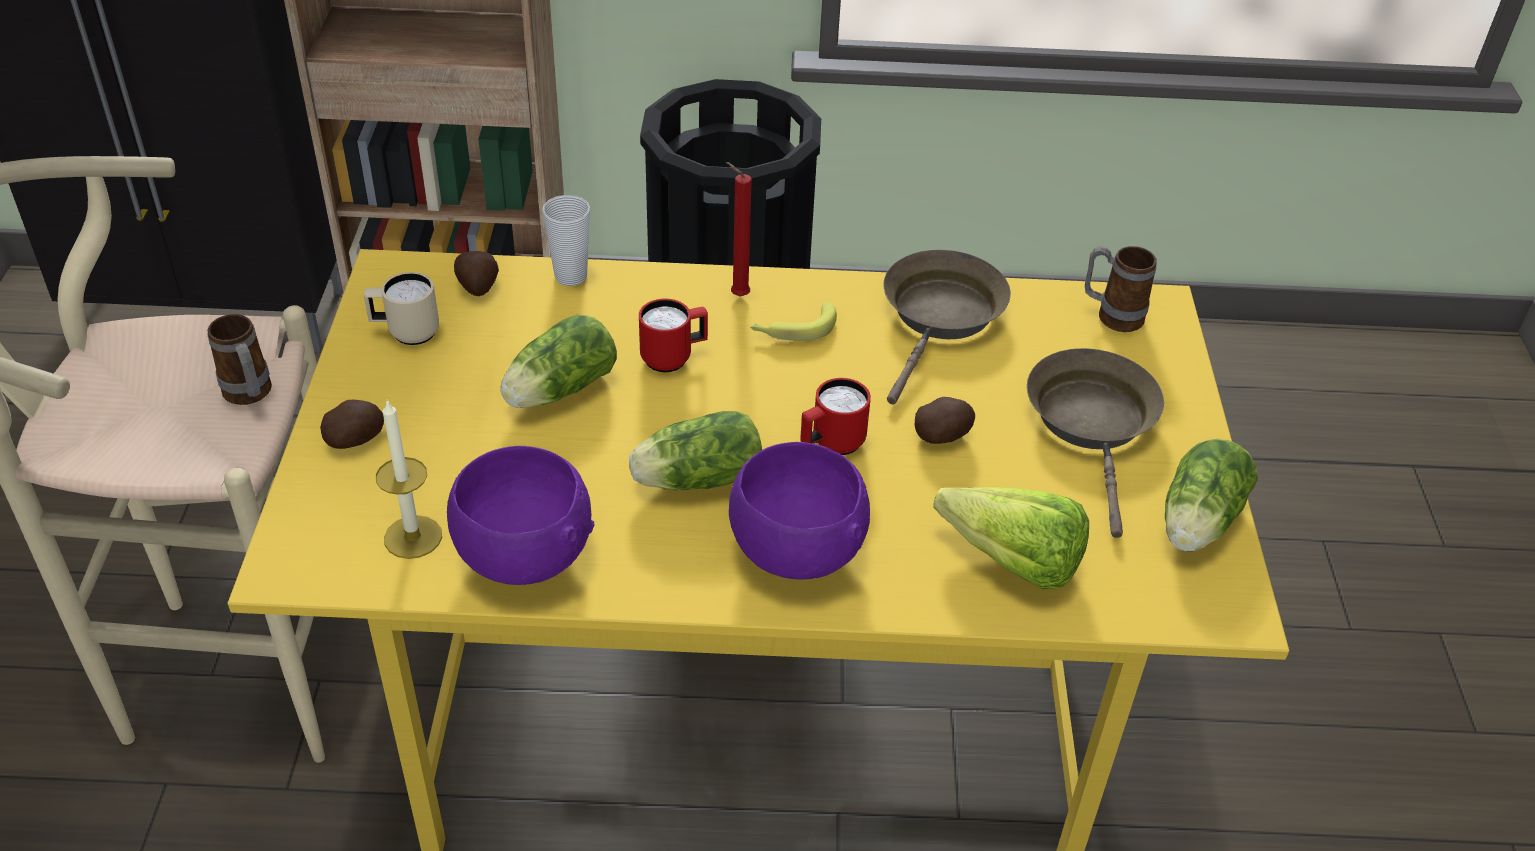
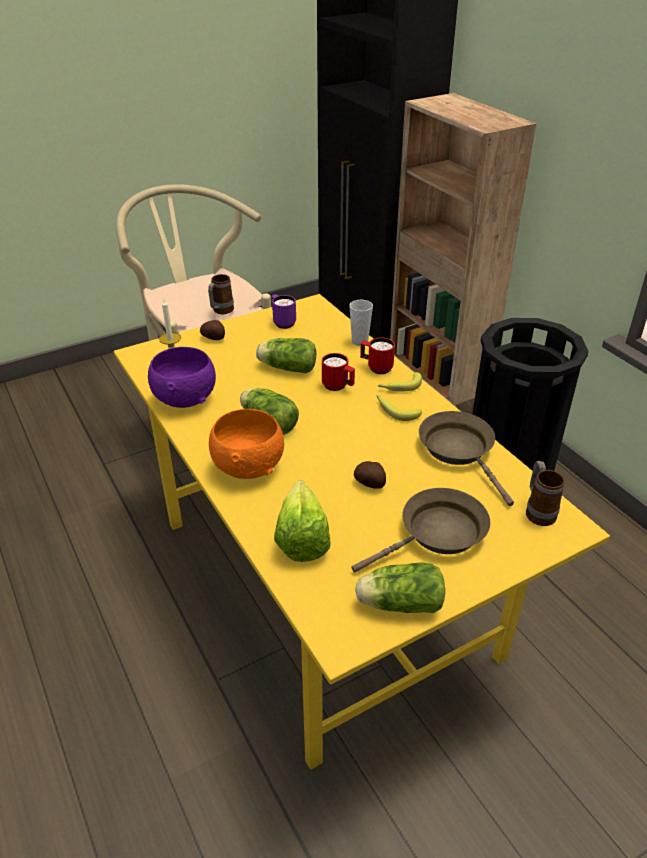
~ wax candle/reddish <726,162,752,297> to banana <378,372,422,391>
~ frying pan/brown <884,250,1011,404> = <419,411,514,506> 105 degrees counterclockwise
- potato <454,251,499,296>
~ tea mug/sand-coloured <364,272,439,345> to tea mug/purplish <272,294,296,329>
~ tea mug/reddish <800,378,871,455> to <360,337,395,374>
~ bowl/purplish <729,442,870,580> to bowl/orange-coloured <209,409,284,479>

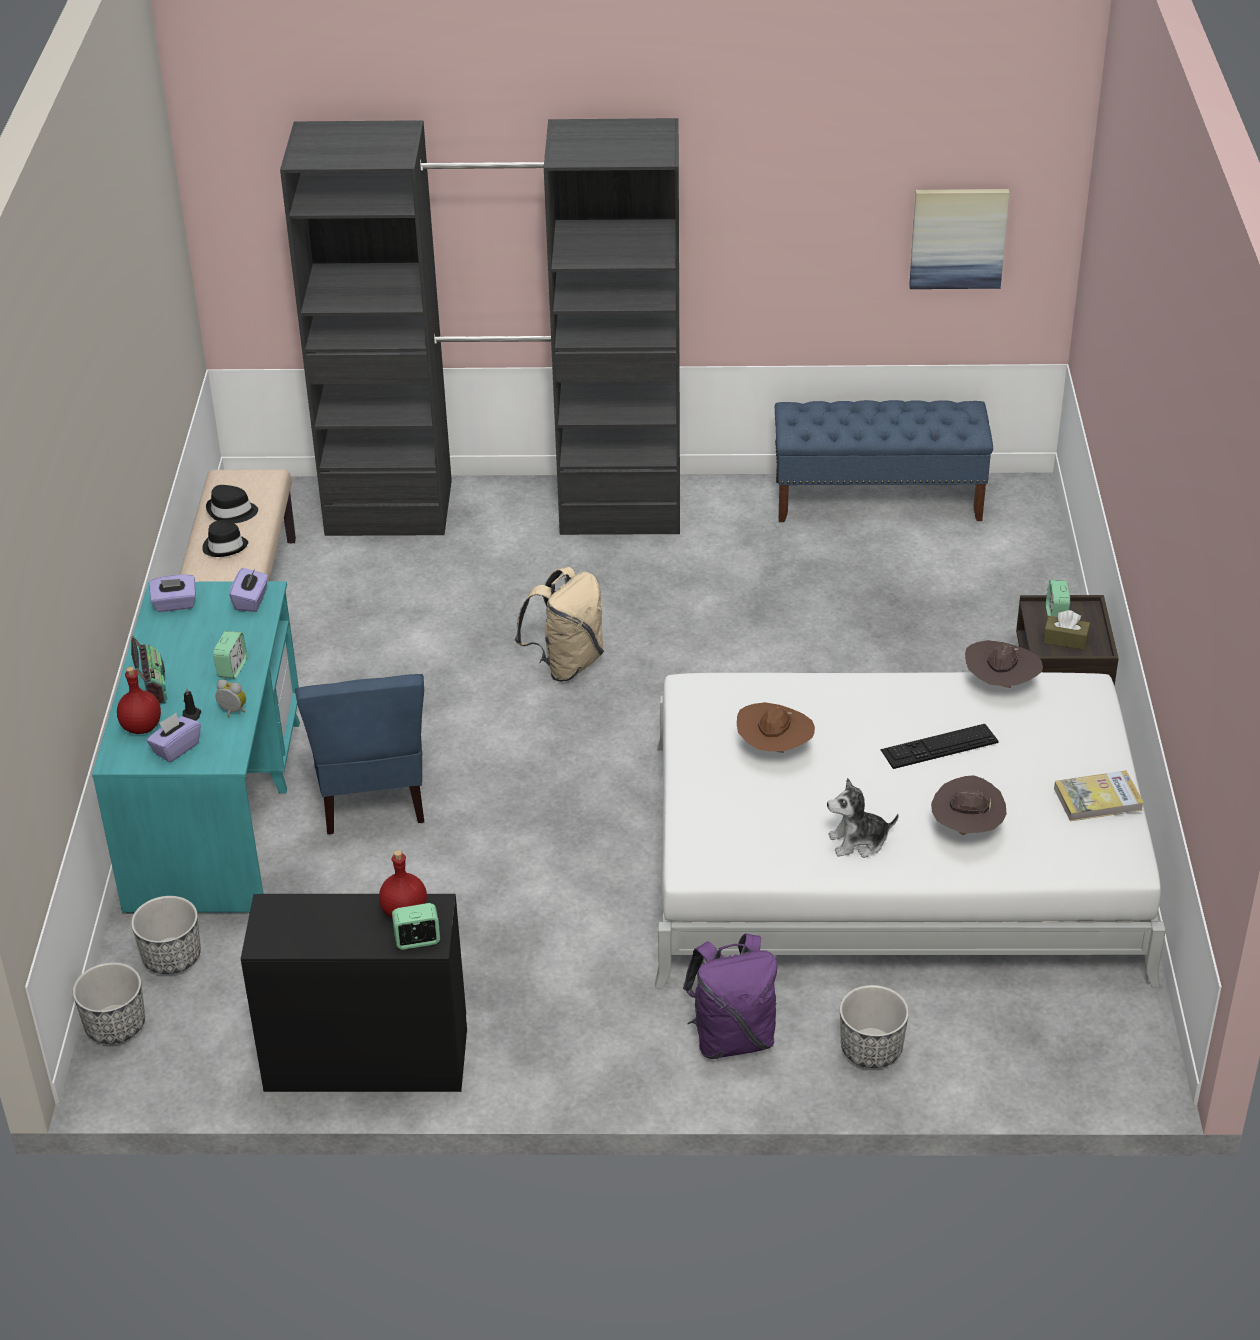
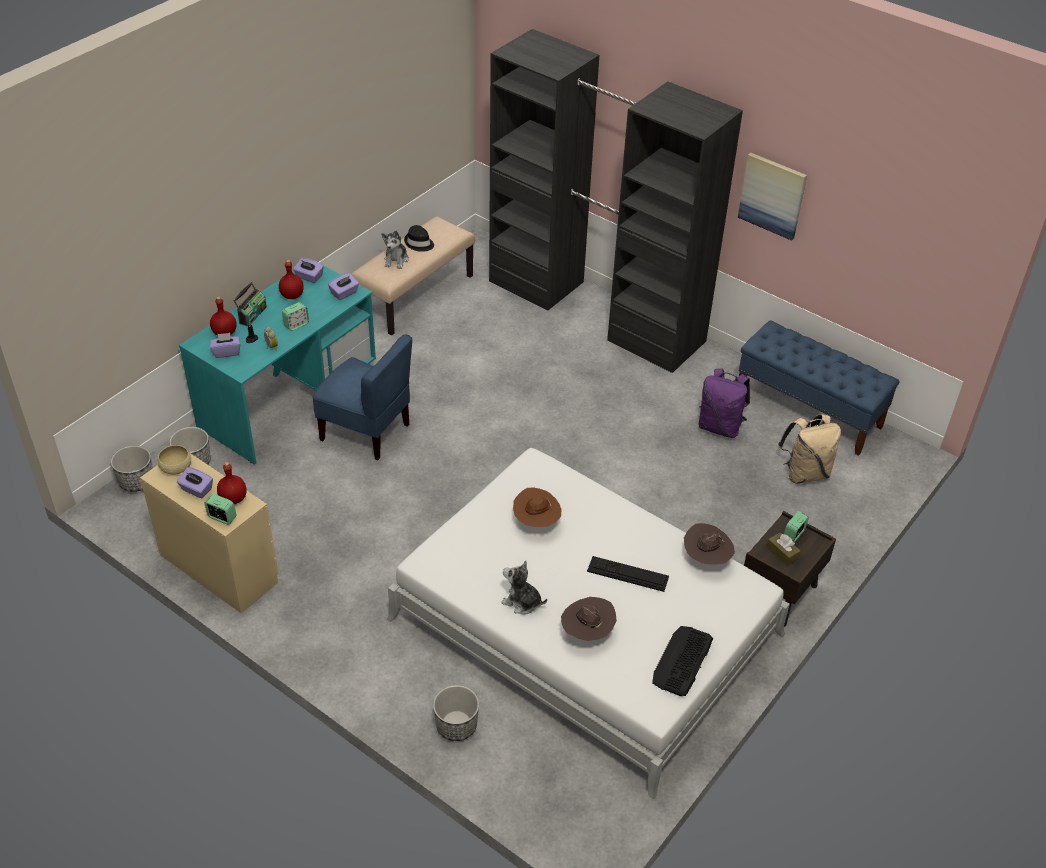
~ picture <909,189,1010,289> to <738,153,807,241>
~ clothing hat/blackish <202,520,248,557> to plush toy <381,230,409,269>
~ rucksack/sand-coloured <514,567,604,682> to <778,414,841,484>
~ plain chair/blue <295,674,424,834> = <312,334,412,460> 90 degrees counterclockwise
~ volume <1054,771,1144,821> to computer keyboard <652,626,713,696>
~ chest of drawers/blackish <241,894,467,1092> to chest of drawers/sand-coloured <140,453,279,613>
~ rucksack/purplish <683,933,777,1059> to <699,368,750,438>
+ beverage bottle/reddish <279,260,304,299>
+ bowl/sand-coloured <158,445,191,475>
+ tissue holder/purplish <177,467,213,498>

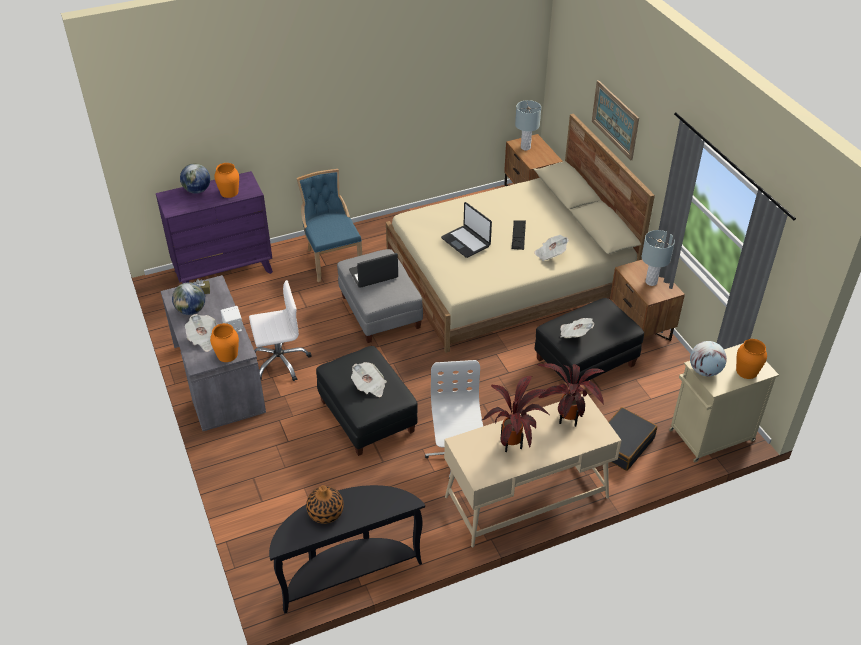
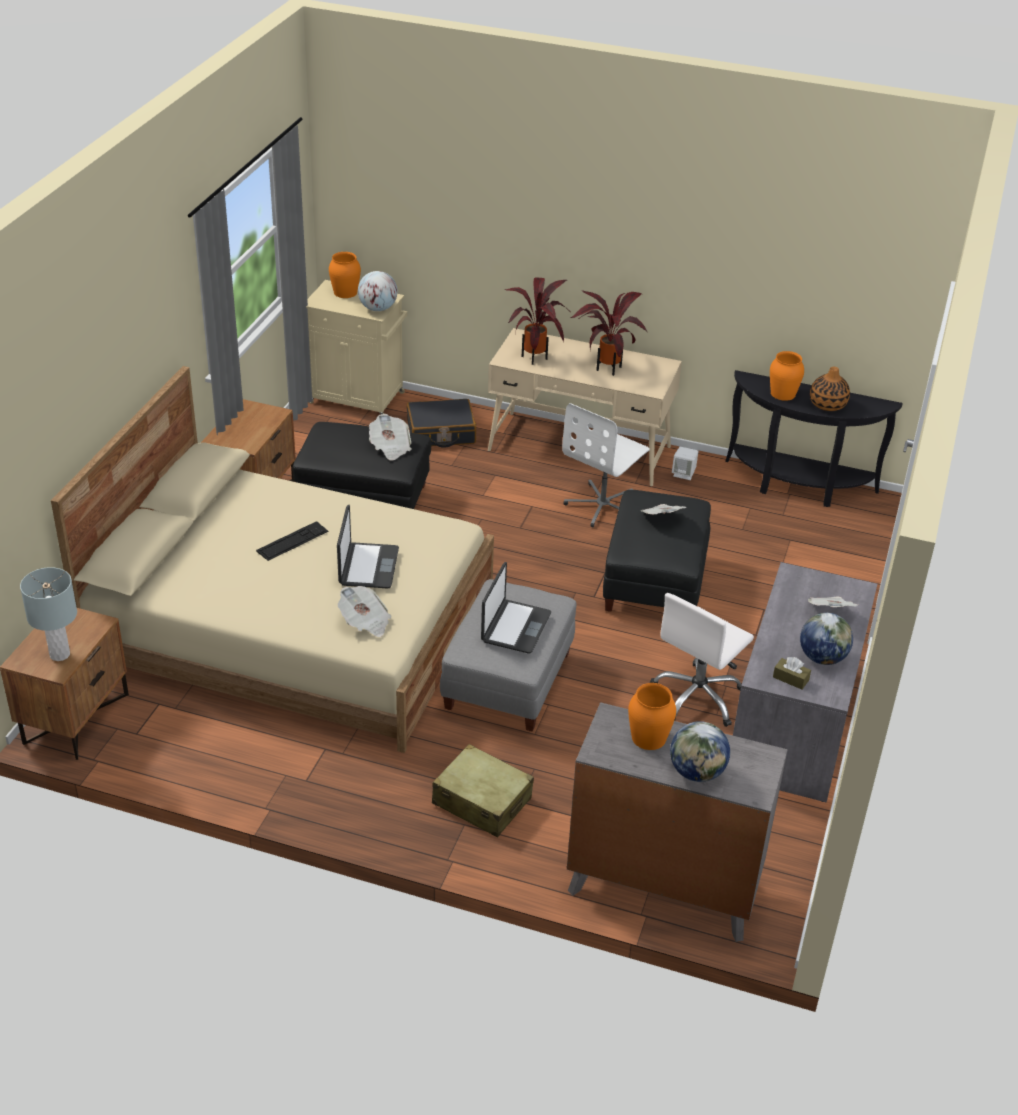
- picture <592,80,639,160>
~ plain chair/blue <297,169,362,282> to piece of luggage/sand-coloured <432,744,534,838>
~ chest of drawers/purplish <156,171,273,284> to chest of drawers/grey <567,702,788,942>
- tabletop lamp/grey <642,230,675,286>
~ daily paper <534,235,569,261> to <338,586,391,637>
~ notebook computer <349,253,398,288> = <481,562,551,654> 90 degrees counterclockwise
~ computer chair/whitish <249,280,311,381> = <649,593,754,727> 75 degrees counterclockwise
~ audio speaker/whitish <221,306,243,333> to <672,447,699,480>
~ vase/orange-coloured <210,323,239,362> to <770,351,804,401>

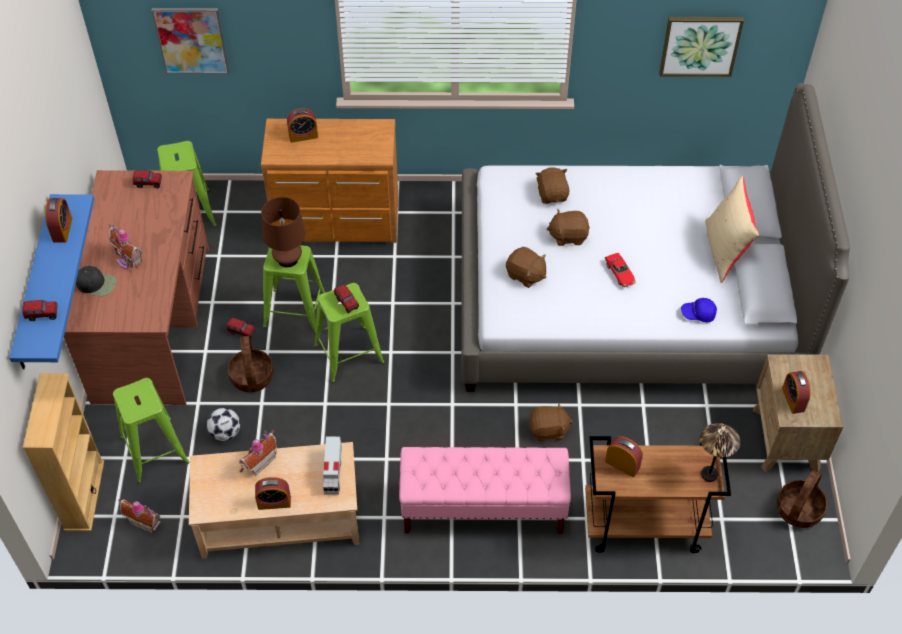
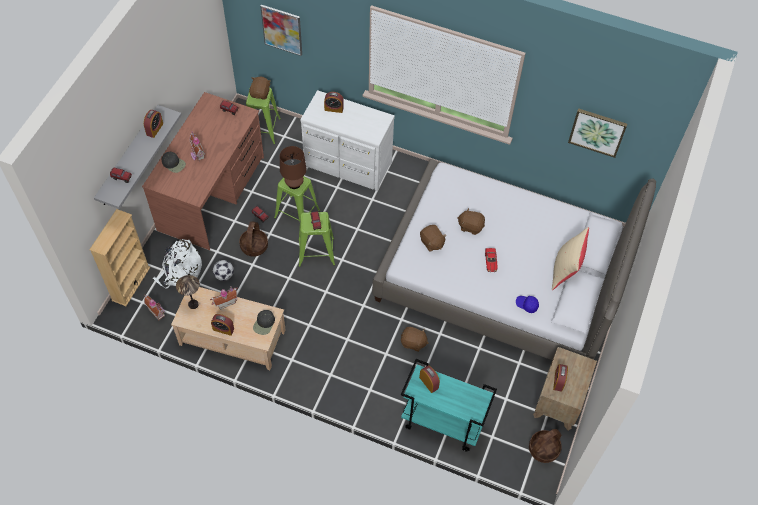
~ chest of drawers/brown <261,119,399,243> to chest of drawers/whitish <300,90,395,191>
~ plush toy/brown <535,168,569,204> to <249,77,271,100>
~ bracket shelf/blue <9,194,94,369> to bracket shelf/grey <94,105,182,209>
~ stool seat/green-coloured <113,378,190,483> to rucksack/whitish <153,239,202,288>
~ tabletop lamp <700,423,740,482> to <176,275,200,309>
~ cart/brown <585,436,731,553> to cart/turquoise <401,359,497,452>
~ toy lorry <323,437,342,494> to cap/blackish <253,310,275,335>
- bench/pink <399,447,571,534>

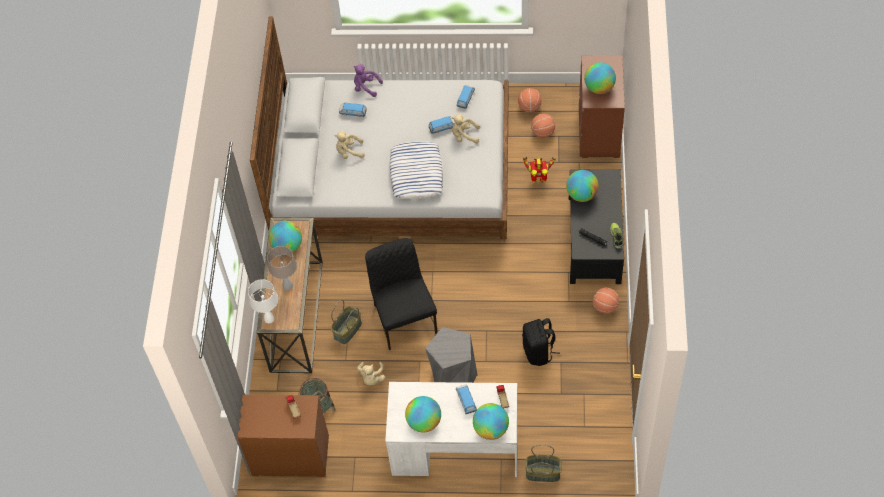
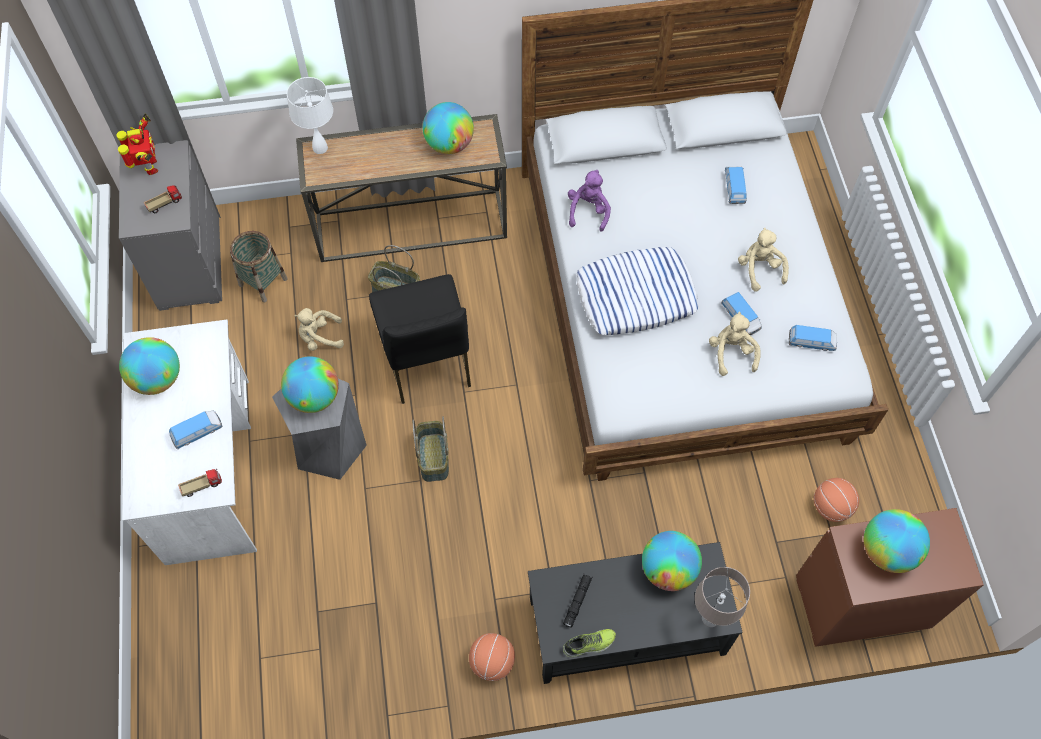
~ plush toy/purplish <354,64,383,97> to <568,170,611,232>
- basketball <518,88,542,112>
~ plush toy/sand-coloured <335,131,365,159> to <738,227,789,292>
~ robot figure <523,157,556,183> to <116,113,158,175>
~ plain chair/blackish <365,238,438,350> = <369,274,471,404> 105 degrees clockwise
~ tabletop lamp/sand-coloured <267,246,297,290> to <695,567,750,627>
- rucksack/blackish <522,318,560,366>
~ chest of drawers/brown <237,395,329,477> to chest of drawers/grey <119,140,222,311>
~ world globe <473,403,509,440> to <281,356,339,413>
~ storage basket <525,445,561,482> to <413,416,449,482>

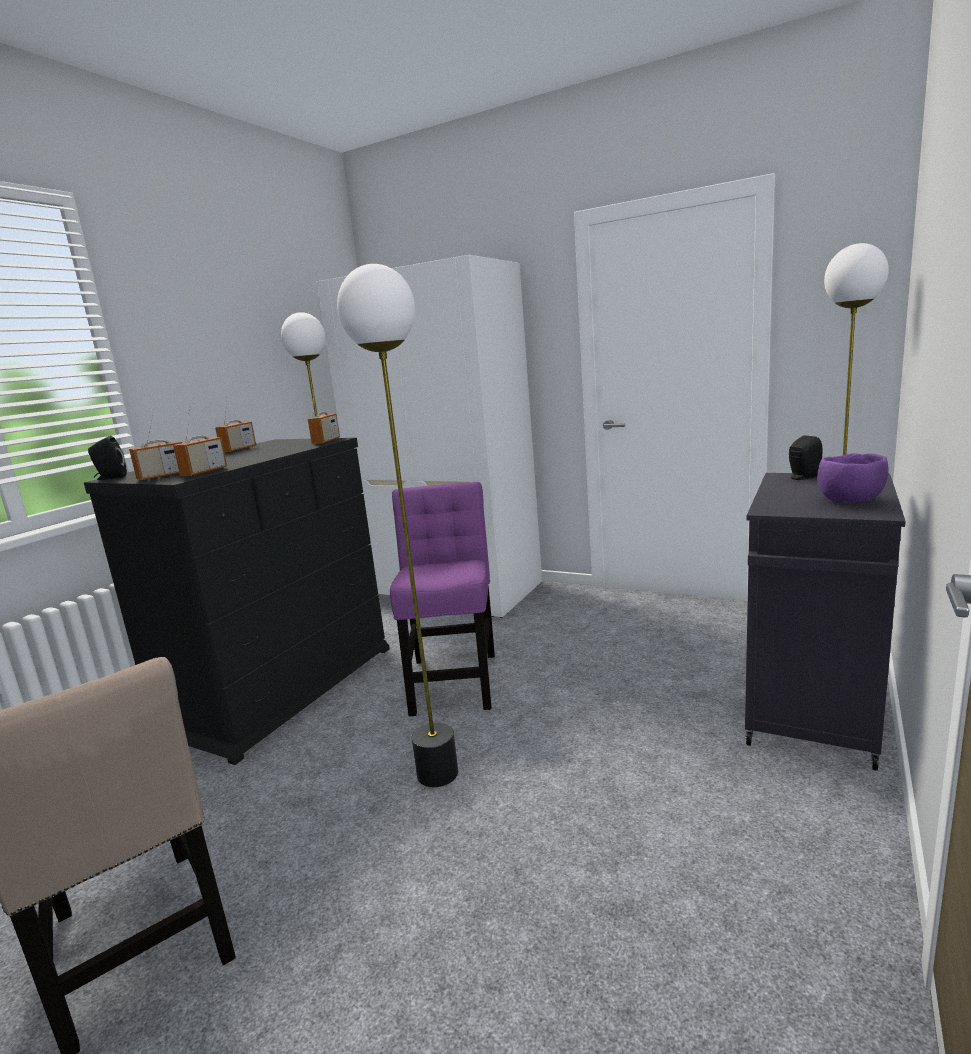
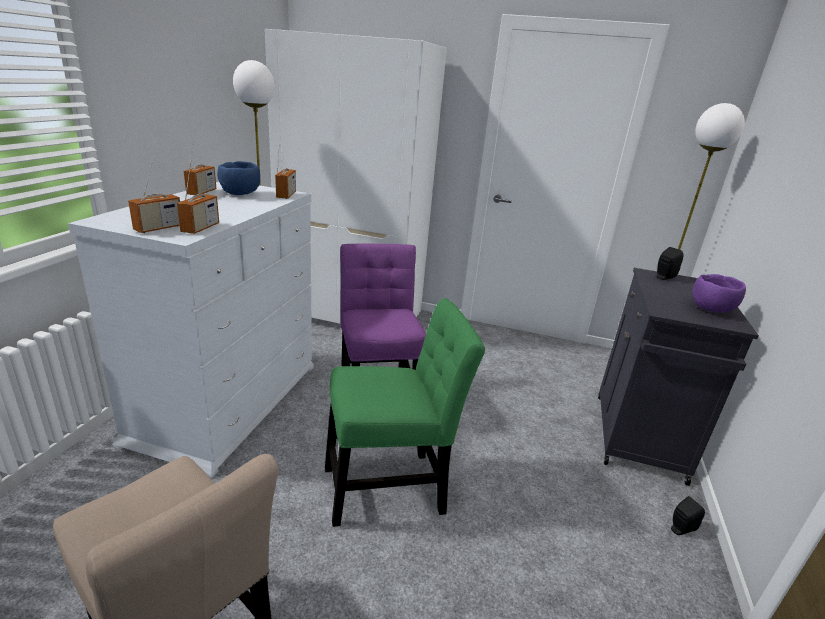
~ floor lamp <337,264,458,787> to plain chair/green-coloured <325,298,485,527>
~ audio speaker/blackish <88,436,127,480> to <671,496,705,535>
~ chest of drawers/blackish <84,438,390,765> to chest of drawers/whitish <68,182,314,478>
+ bowl/blue <217,161,260,195>

